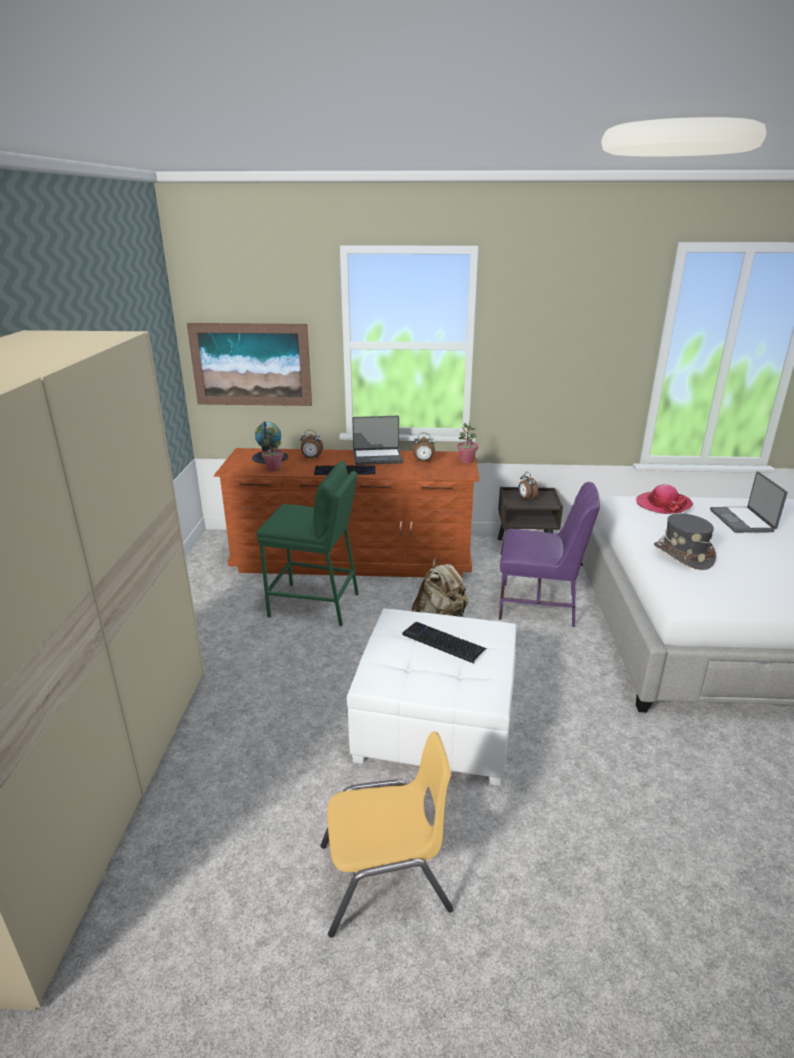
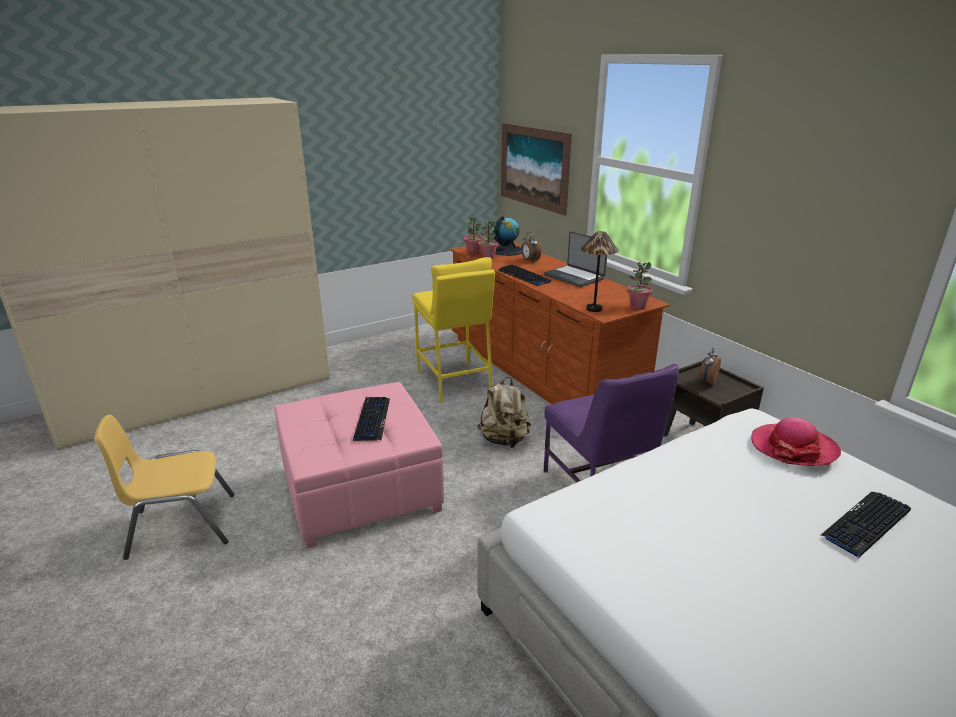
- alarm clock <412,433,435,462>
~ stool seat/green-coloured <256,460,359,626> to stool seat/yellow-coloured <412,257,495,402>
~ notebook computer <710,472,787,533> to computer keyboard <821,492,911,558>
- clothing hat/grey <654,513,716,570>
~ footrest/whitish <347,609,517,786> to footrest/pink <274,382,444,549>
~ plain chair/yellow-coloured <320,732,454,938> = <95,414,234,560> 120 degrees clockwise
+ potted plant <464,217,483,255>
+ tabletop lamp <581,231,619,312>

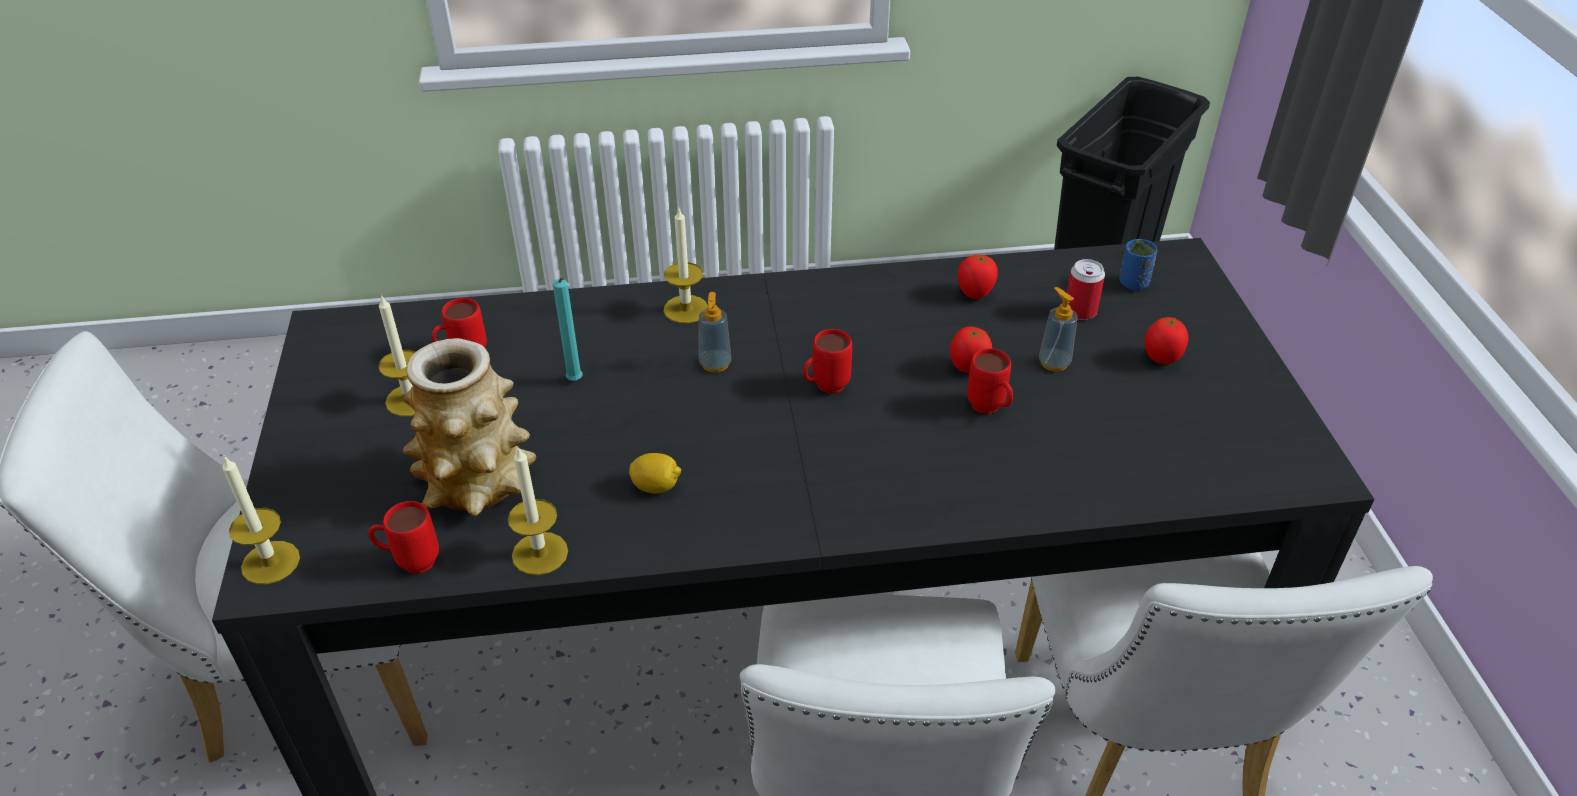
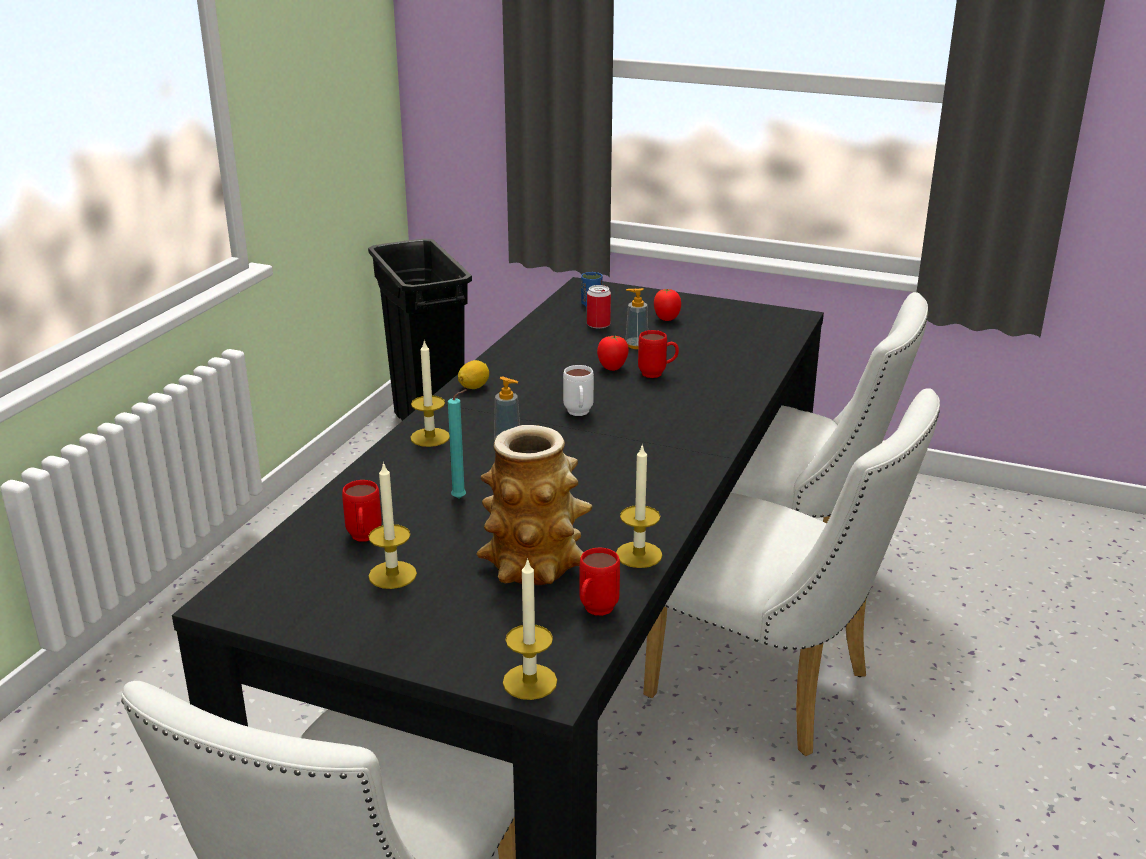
- fresh tomato <958,255,998,299>
~ tea mug/reddish <803,329,852,394> to tea mug/whitish <563,365,594,416>
~ whole lemon <629,453,681,493> to <458,360,489,389>

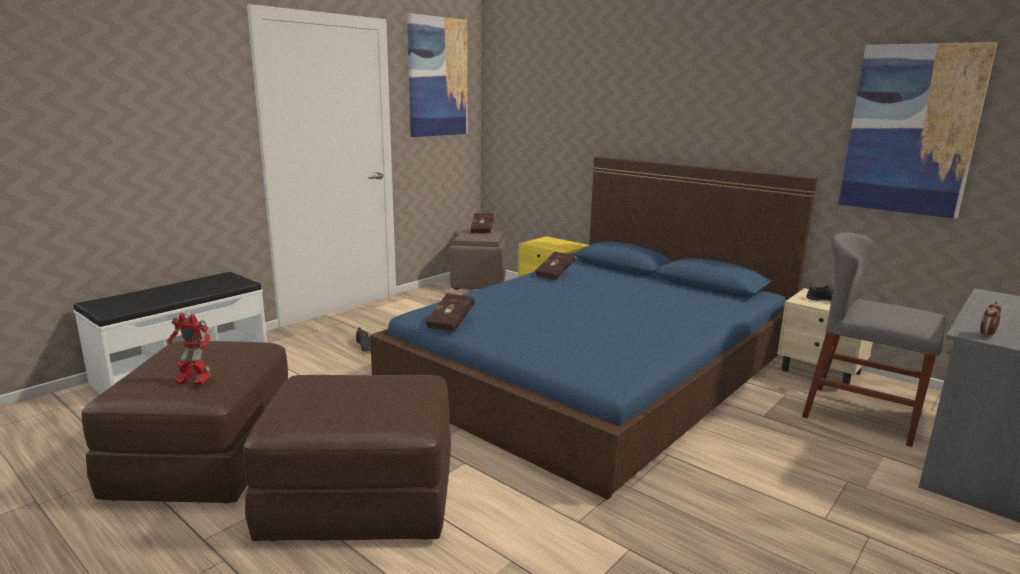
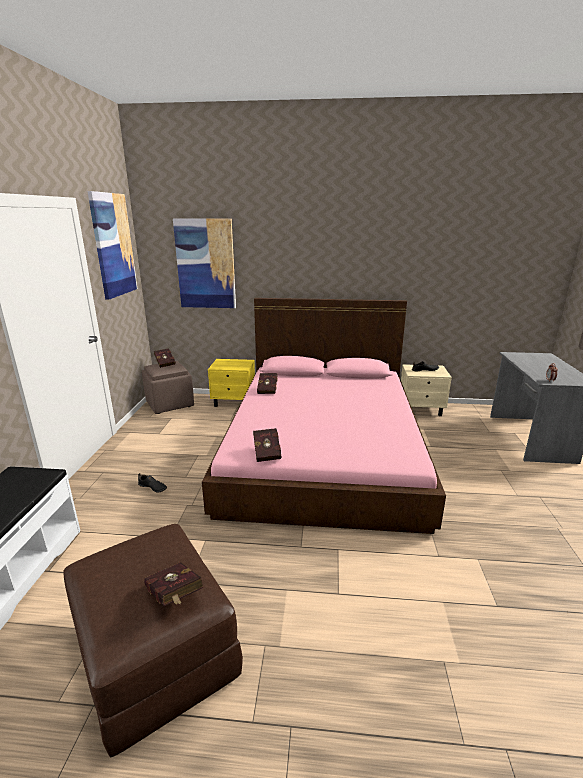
~ picture <838,42,998,219> to <173,218,236,308>
~ bedroom bed/blue <370,156,817,500> to bedroom bed/pink <202,298,446,534>
- plain chair/grey <802,232,946,447>
~ robot figure <167,313,211,385> to volume/reddish <144,562,203,606>
- footrest/brown <243,375,451,542>

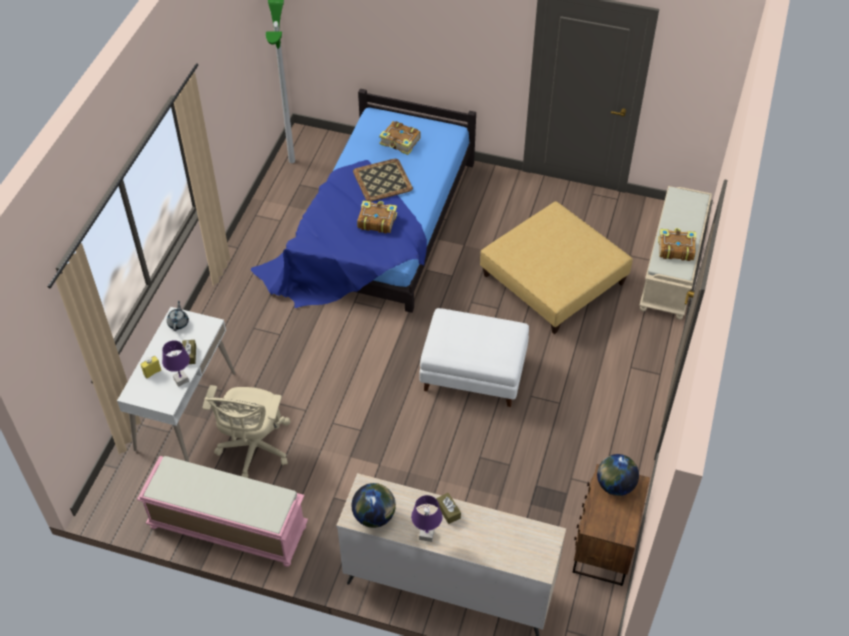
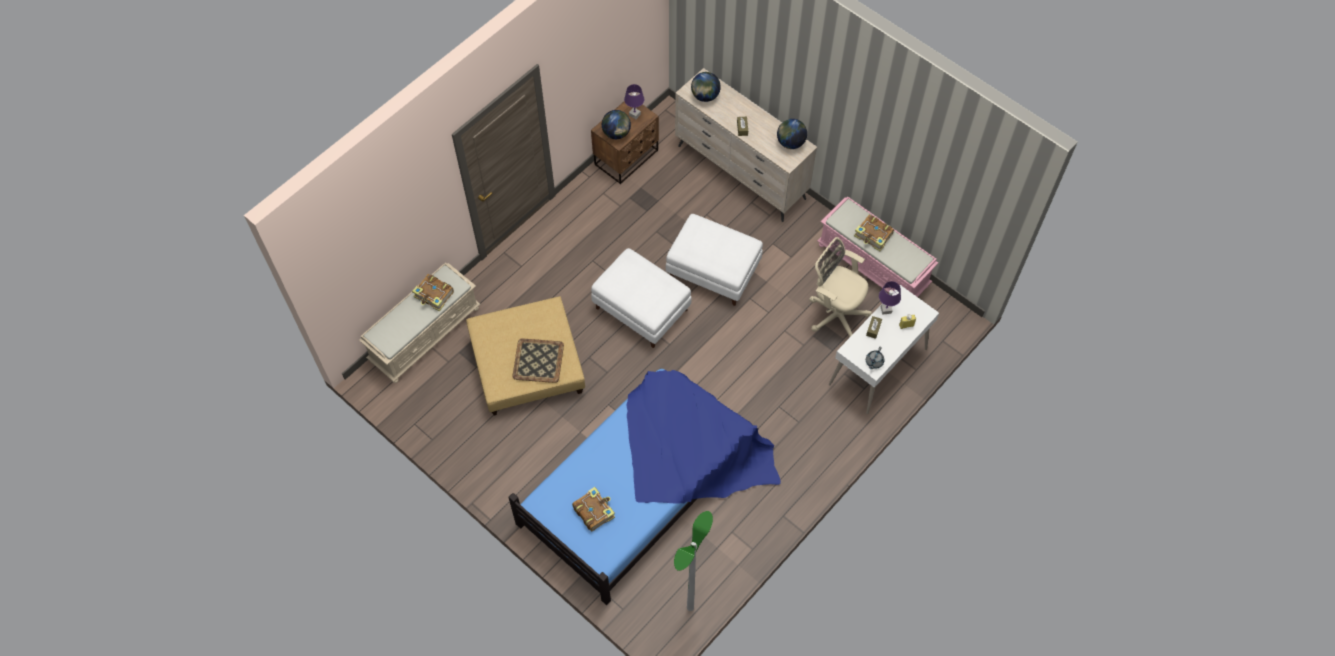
~ carrying tray <353,159,413,202> to <512,338,564,383>
~ volume <357,200,397,234> to <854,215,894,251>
~ computer chair/sand-coloured <202,385,290,478> = <809,237,872,337> 90 degrees counterclockwise
~ tabletop lamp/purplish <411,495,442,542> to <624,84,644,119>
+ world globe <691,72,721,102>
+ footrest/whitish <666,214,763,306>

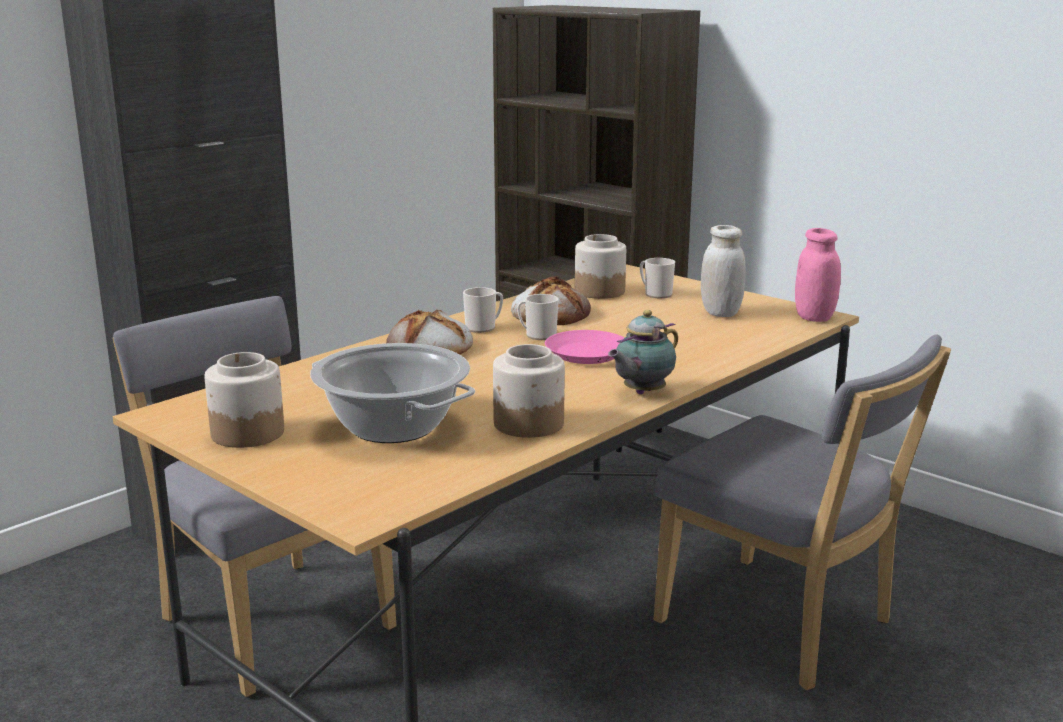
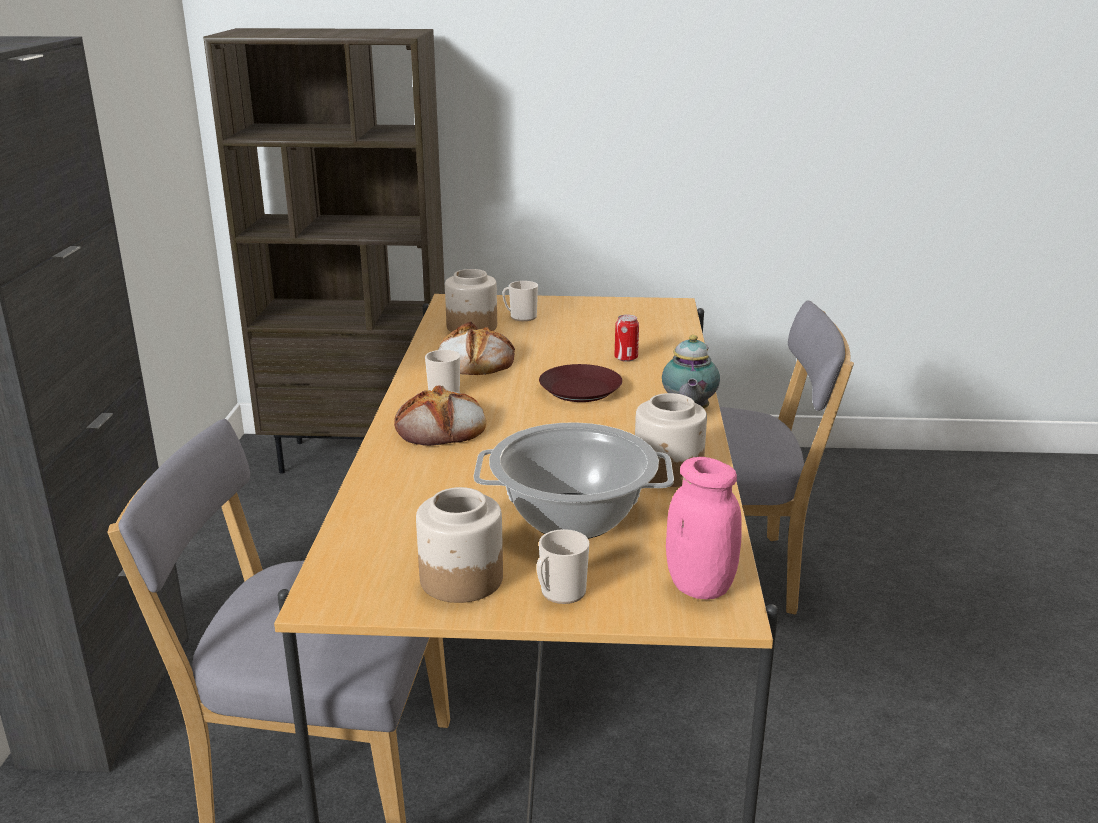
- jar/whitish <701,225,745,317>
~ jar/pink <795,228,841,322> to <666,457,742,599>
~ tea mug <517,294,558,340> to <536,529,589,604>
~ plate/pink <545,330,624,364> to plate/brown <539,364,622,402>
+ can <614,315,639,362>

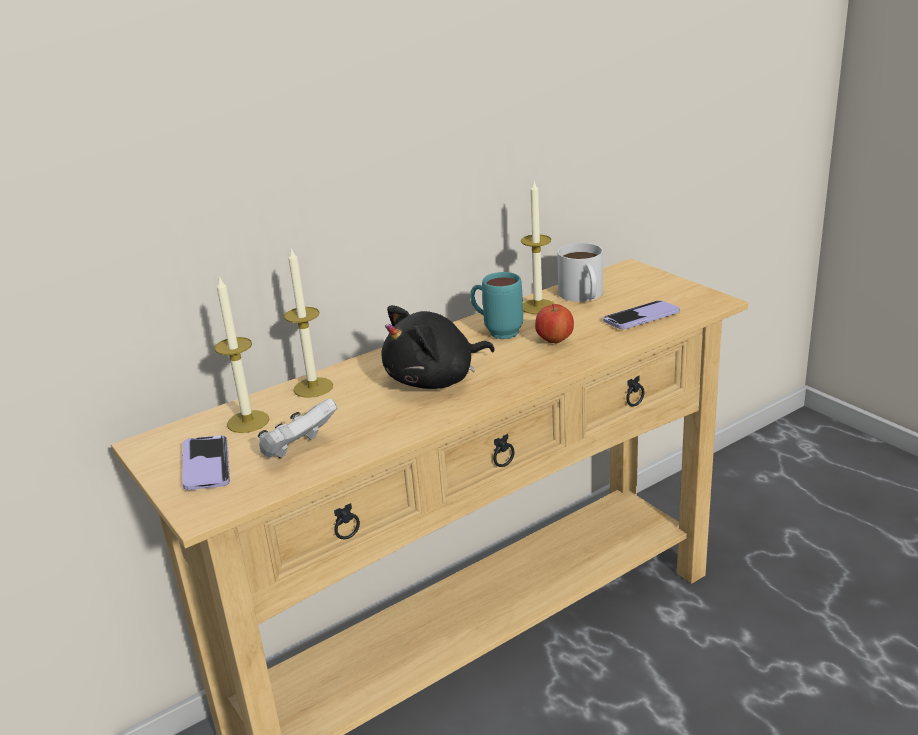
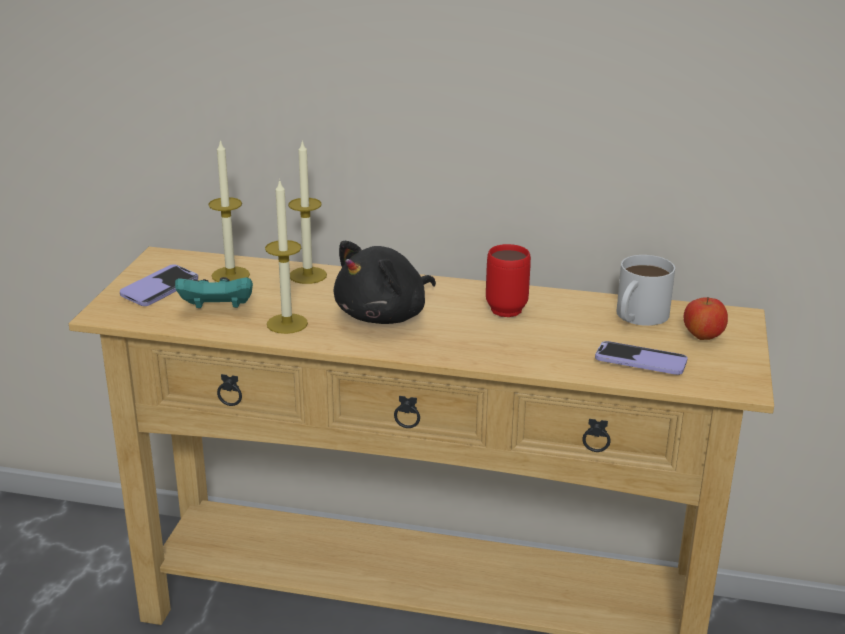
~ wax candle <521,182,554,314> to <265,179,308,334>
~ tea mug/turquoise <470,272,523,339> to tea mug/reddish <486,244,531,317>
~ apple fruit <535,304,574,343> to <684,297,728,340>
~ plush toy/blackish <381,305,495,389> = <334,240,436,324> 60 degrees counterclockwise
~ gamepad/whitish <258,398,337,458> to gamepad/turquoise <175,277,253,308>

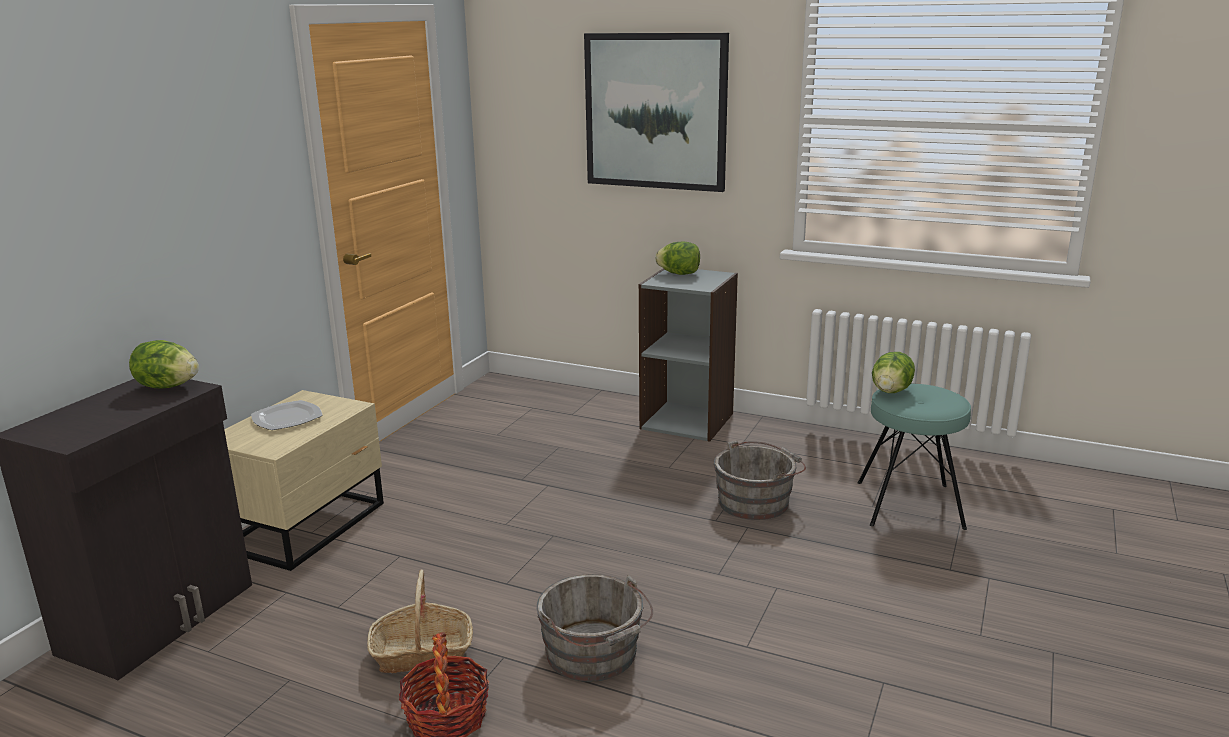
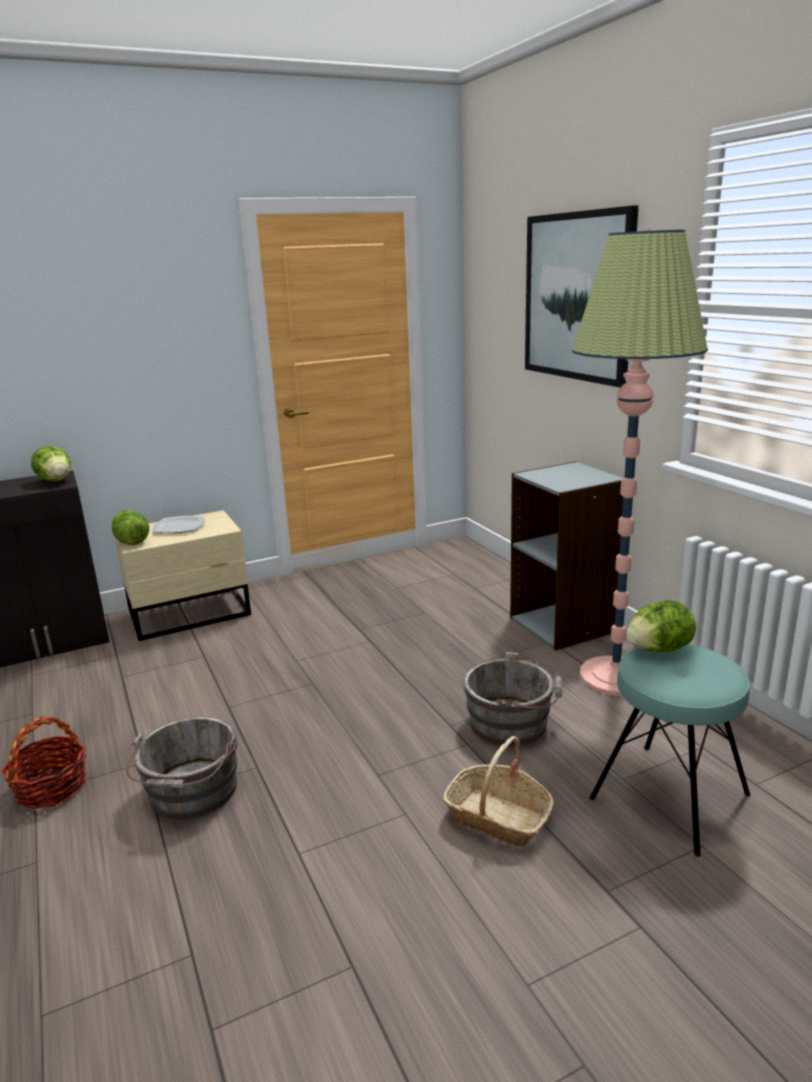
~ head of lettuce <655,242,700,275> to <112,510,149,545>
~ storage basket <367,570,473,673> to <443,736,554,847>
+ floor lamp <572,229,708,696>

